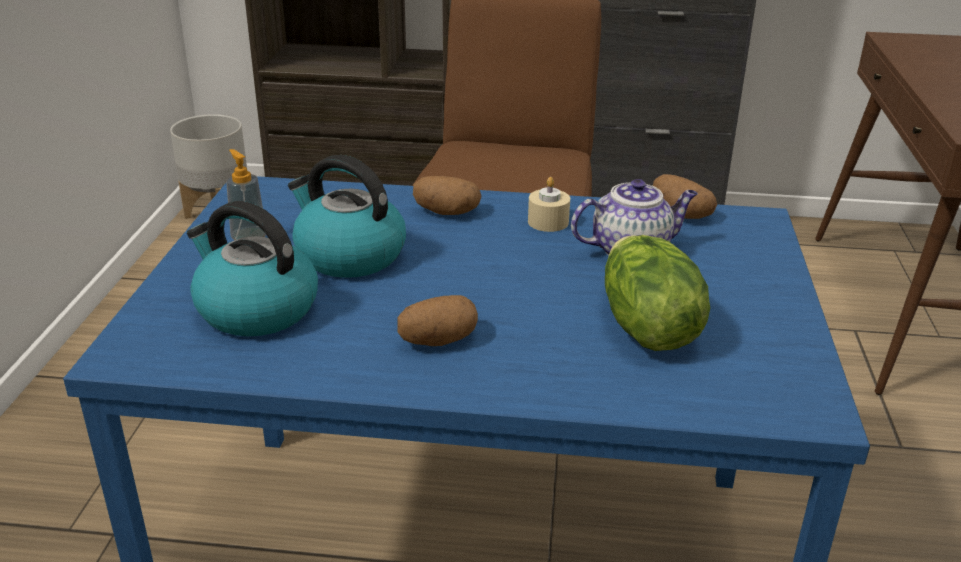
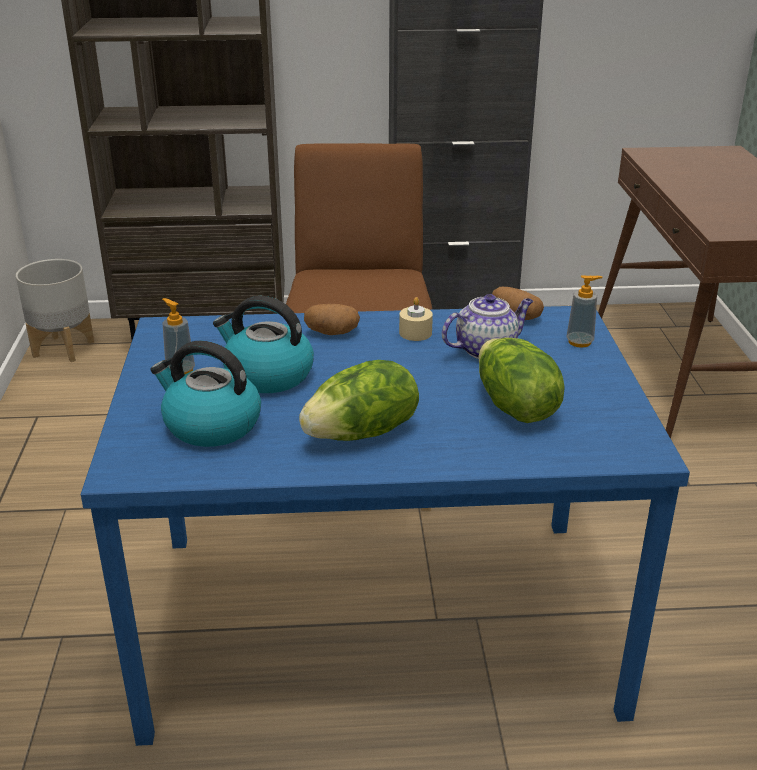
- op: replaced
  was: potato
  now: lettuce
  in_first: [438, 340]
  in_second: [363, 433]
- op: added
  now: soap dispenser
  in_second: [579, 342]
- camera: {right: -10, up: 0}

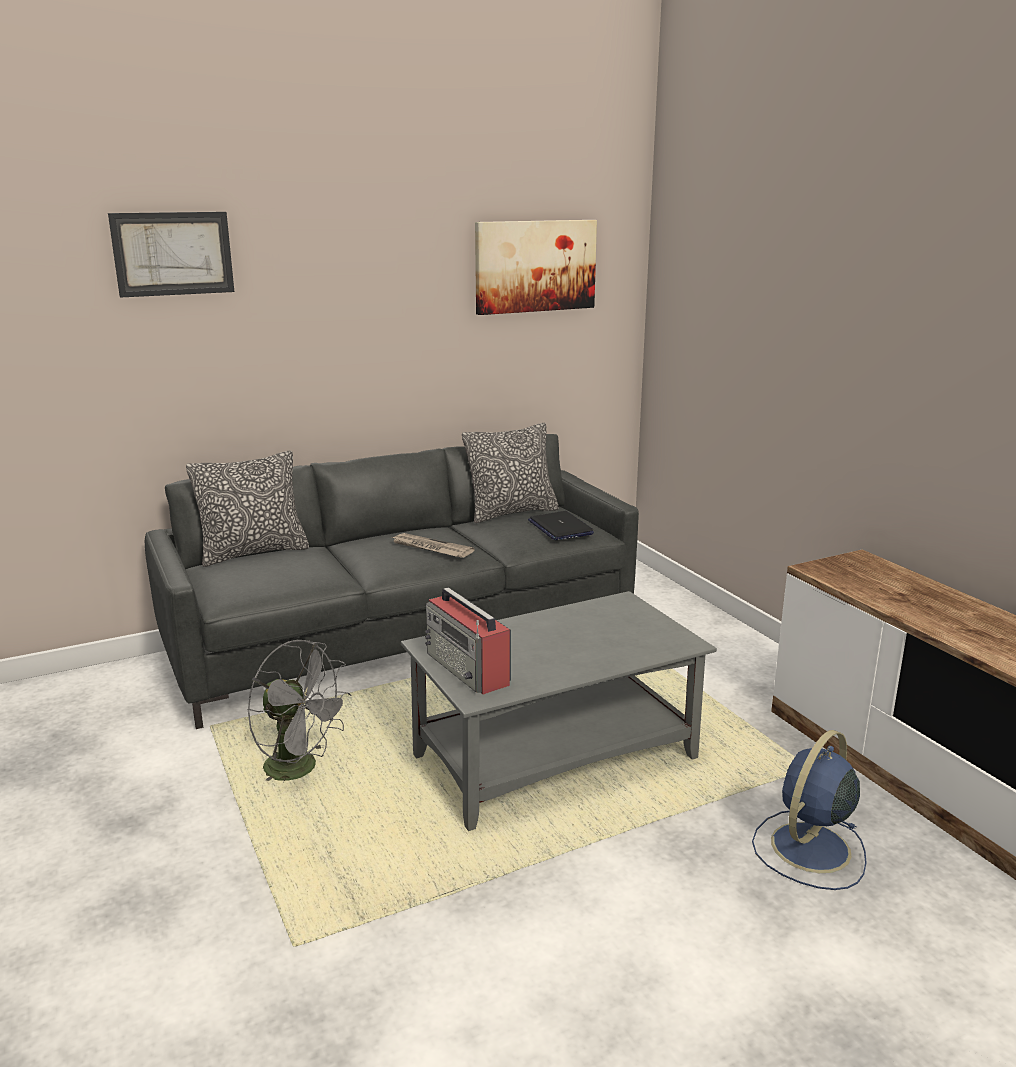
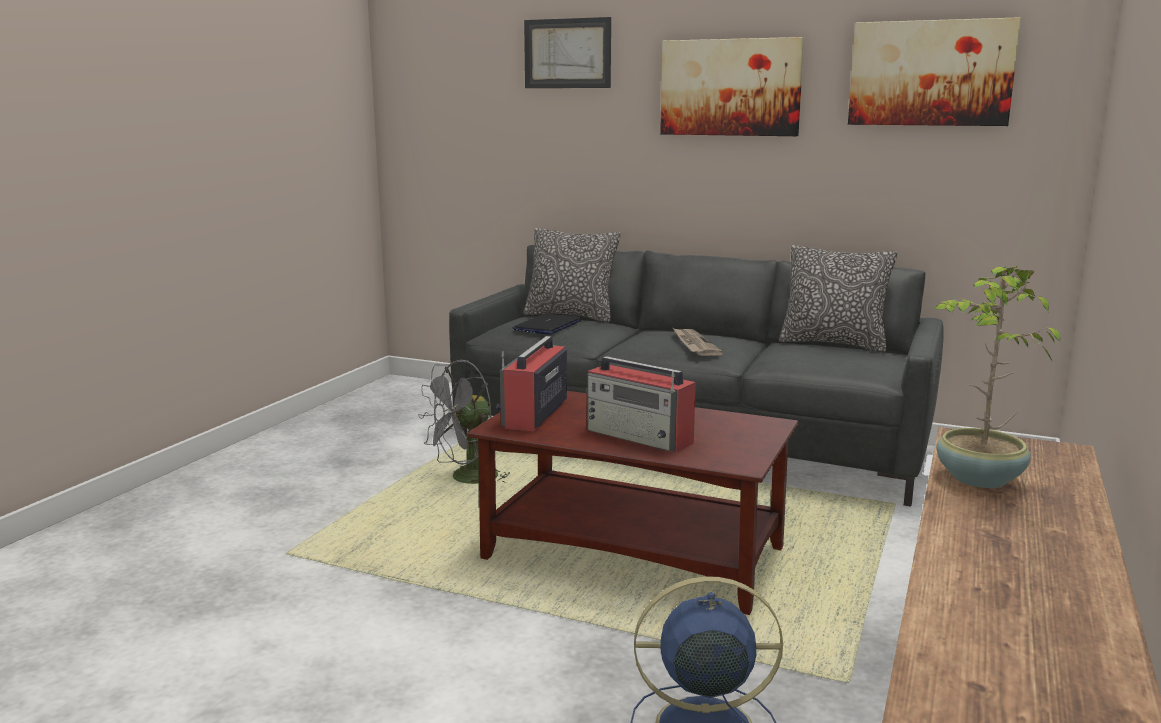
- op: turned
  was: grey fan
  in_first: [301, 769]
  in_second: [467, 480]
  clockwise: 60
- op: recoloured
  was: grey coffee table
  now: brown coffee table
  in_first: [556, 756]
  in_second: [636, 554]
- op: moved
  was: laptop
  in_first: [560, 527]
  in_second: [547, 326]
- op: added
  now: radio
  in_second: [640, 437]
- op: added
  now: picture
  in_second: [730, 87]
- op: added
  now: potted plant
  in_second: [978, 479]
- camera: {right: 50, up: -5}

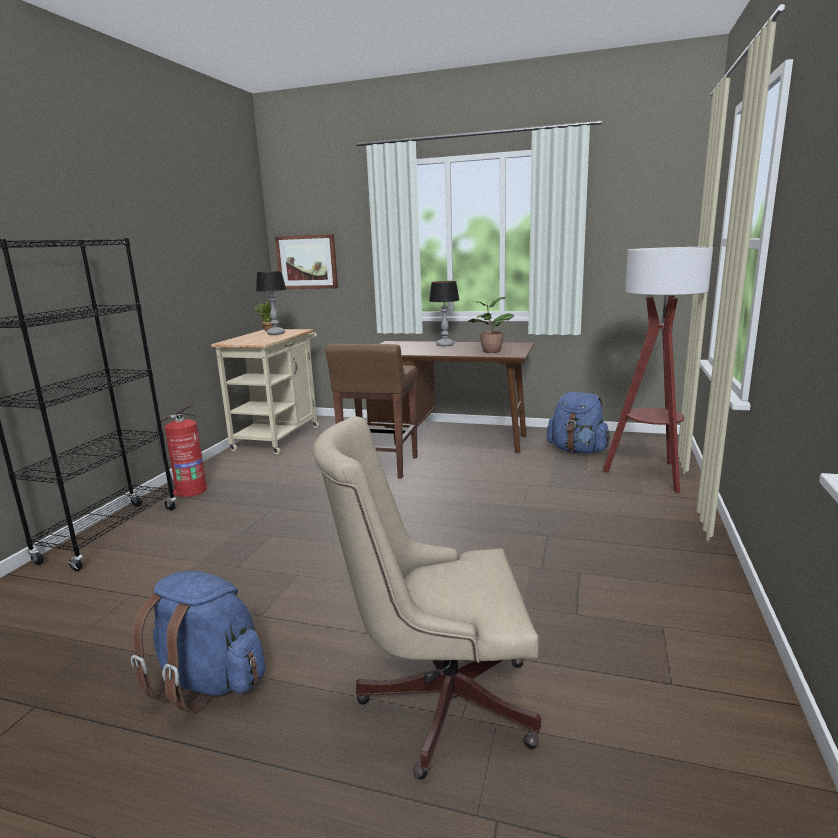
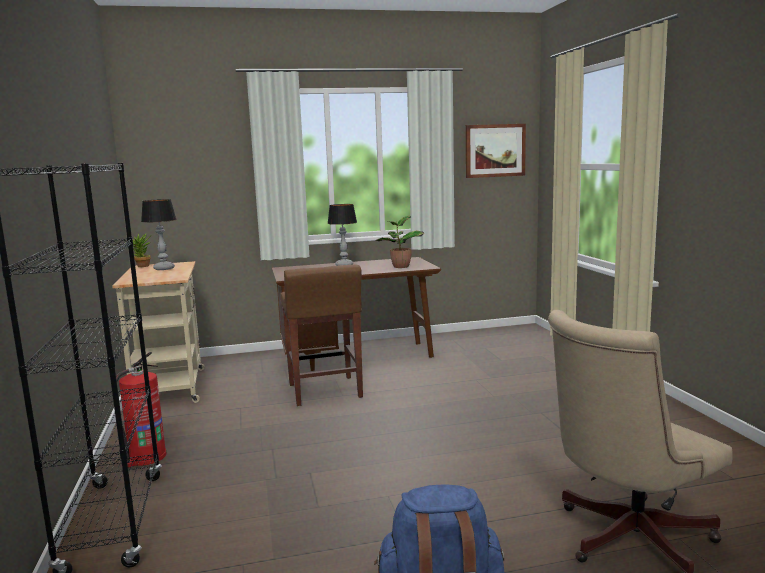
- op: moved
  was: picture
  in_first: [307, 262]
  in_second: [495, 150]
- op: removed
  was: blue backpack
  in_first: [577, 450]
- op: removed
  was: floor lamp
  in_first: [650, 475]
- camera: {right: -30, up: -5}

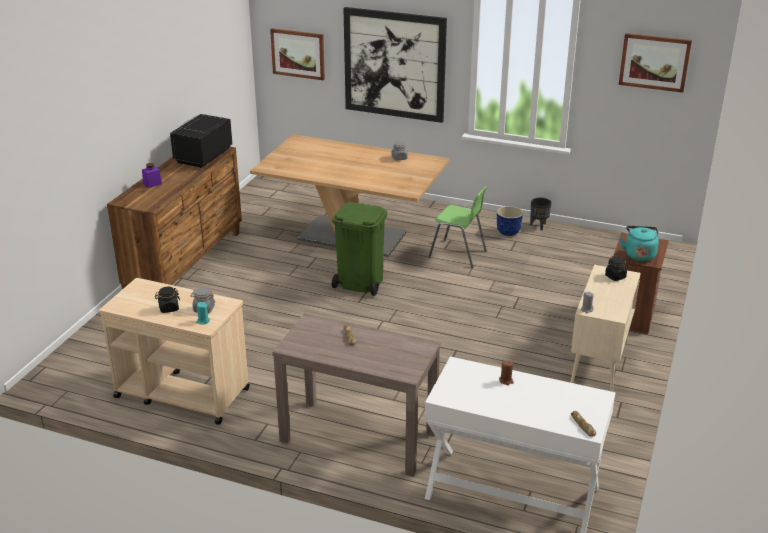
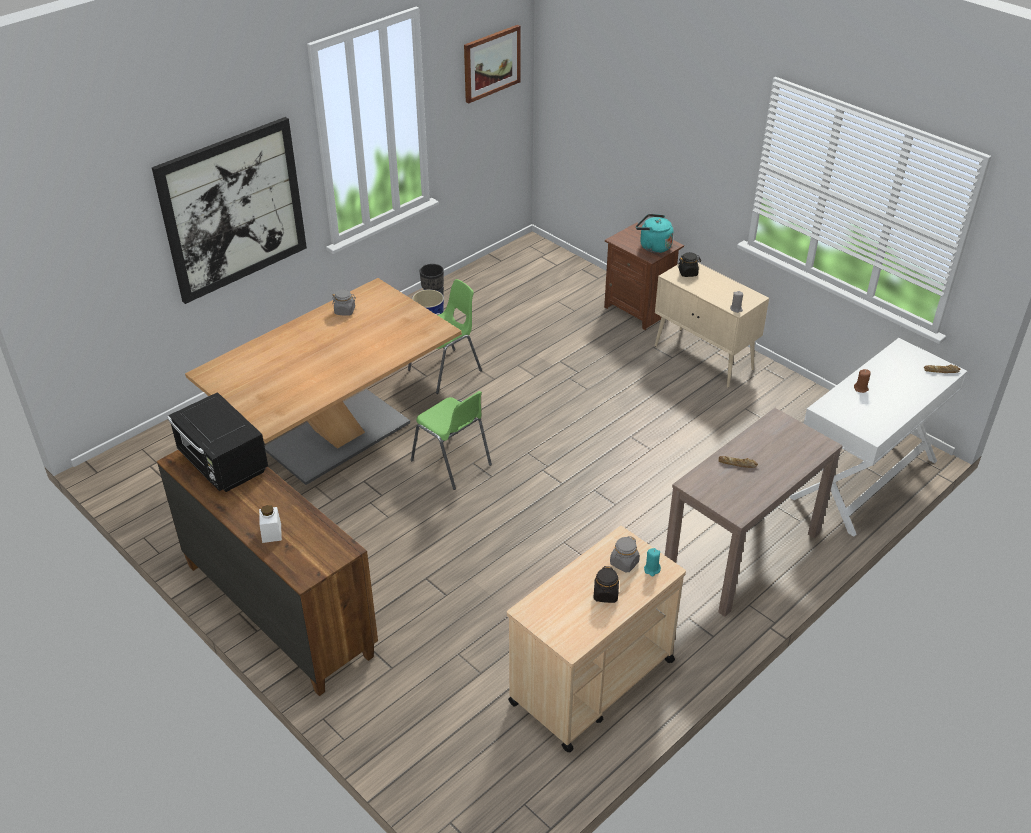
- op: recoloured
  was: purple jar
  now: white jar
  in_first: [152, 184]
  in_second: [271, 533]
- op: replaced
  was: green trash can
  now: green chair
  in_first: [360, 283]
  in_second: [452, 463]
- op: removed
  was: picture
  in_first: [298, 53]
- camera: {right: -65, up: 10}

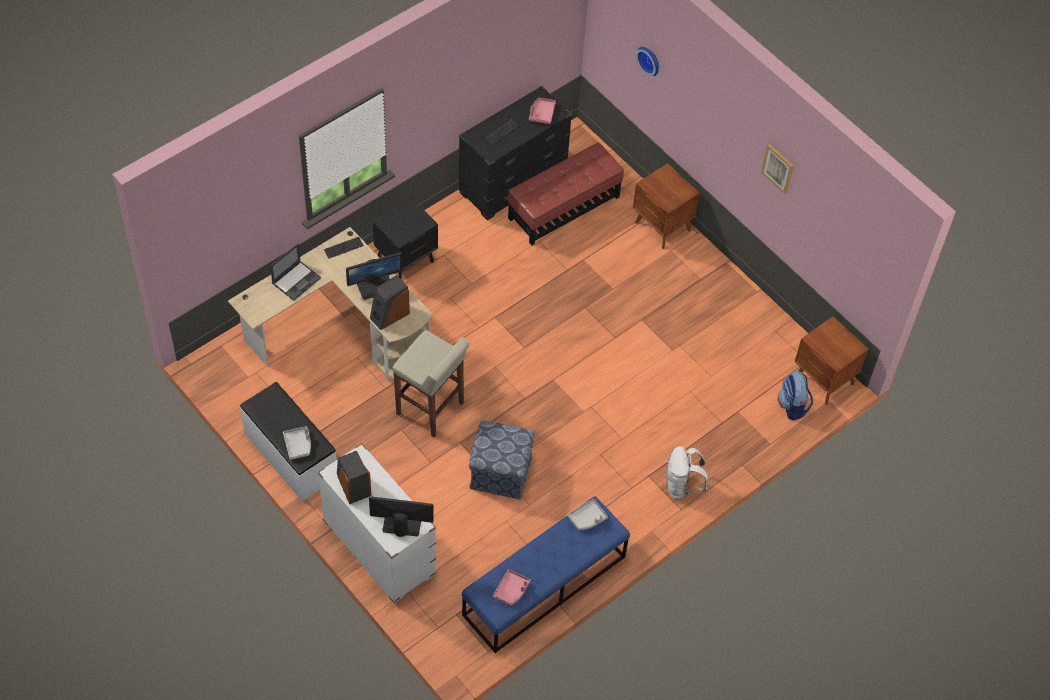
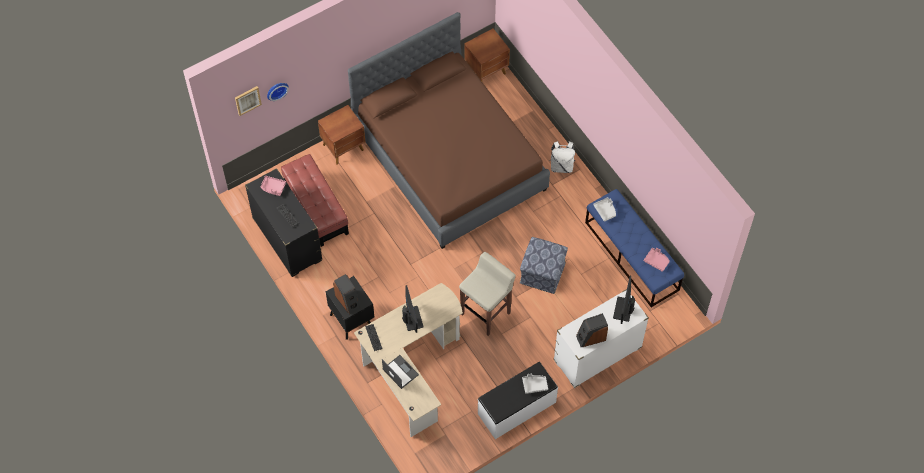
- op: moved
  was: picture
  in_first: [778, 168]
  in_second: [247, 100]
- op: moved
  was: speaker
  in_first: [389, 315]
  in_second: [348, 301]
- op: added
  now: brown bed
  in_second: [449, 158]
- op: removed
  was: backpack
  in_first: [792, 406]
- camera: {right: -80, up: 5}

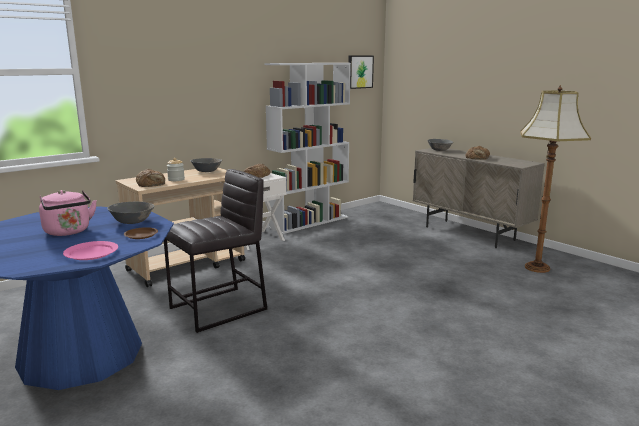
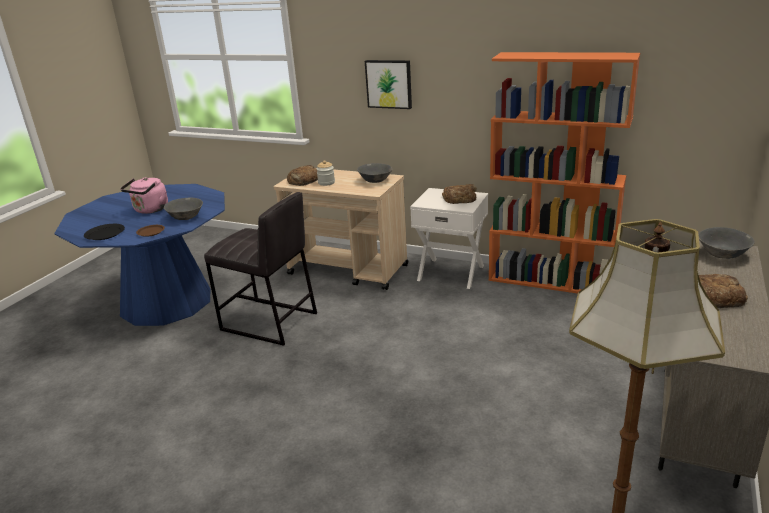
- op: recoloured
  was: pink plate
  now: black plate
  in_first: [91, 253]
  in_second: [105, 233]
- op: moved
  was: picture
  in_first: [359, 72]
  in_second: [389, 84]
- op: recoloured
  was: white bookcase
  now: orange bookcase
  in_first: [309, 222]
  in_second: [551, 281]
- camera: {right: 65, up: 10}

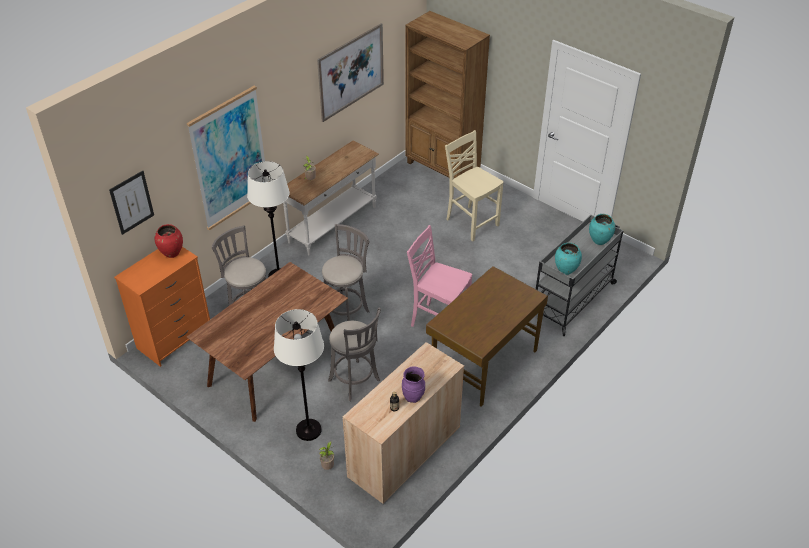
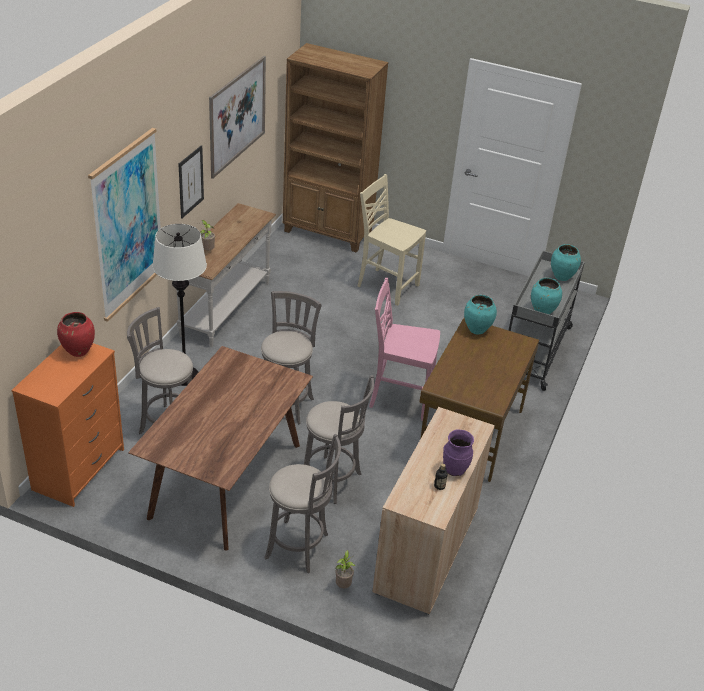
- op: moved
  was: picture
  in_first: [132, 202]
  in_second: [191, 181]
- op: replaced
  was: white floor lamp
  now: grey stool
  in_first: [308, 430]
  in_second: [300, 547]
- op: added
  now: turquoise vase
  in_second: [476, 329]
- camera: {right: -20, up: -5}

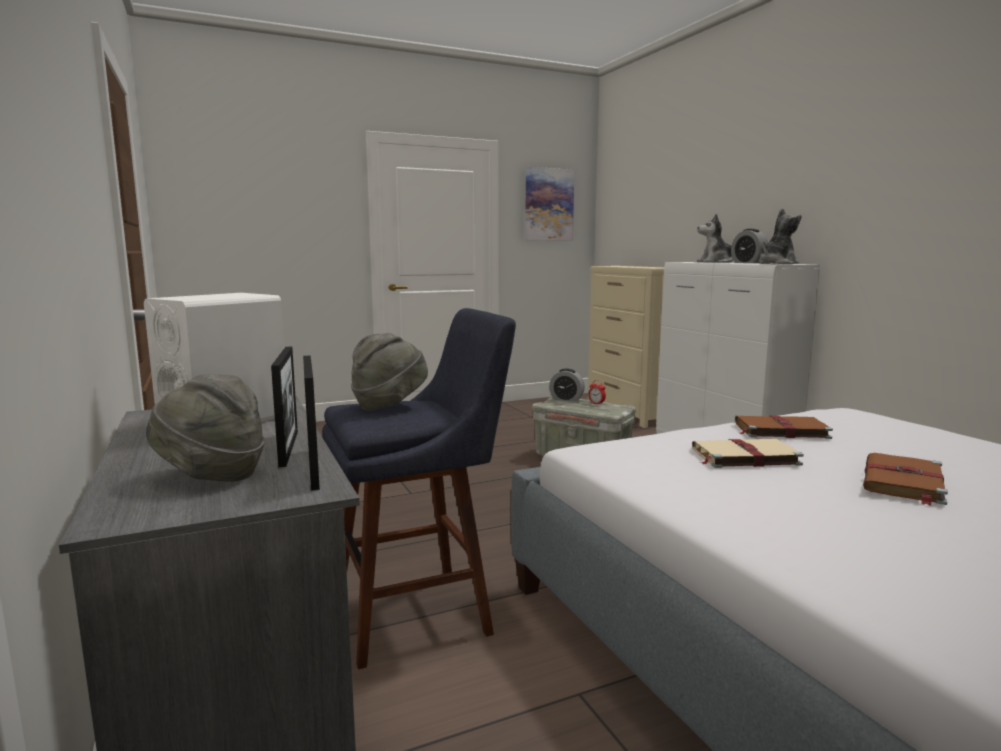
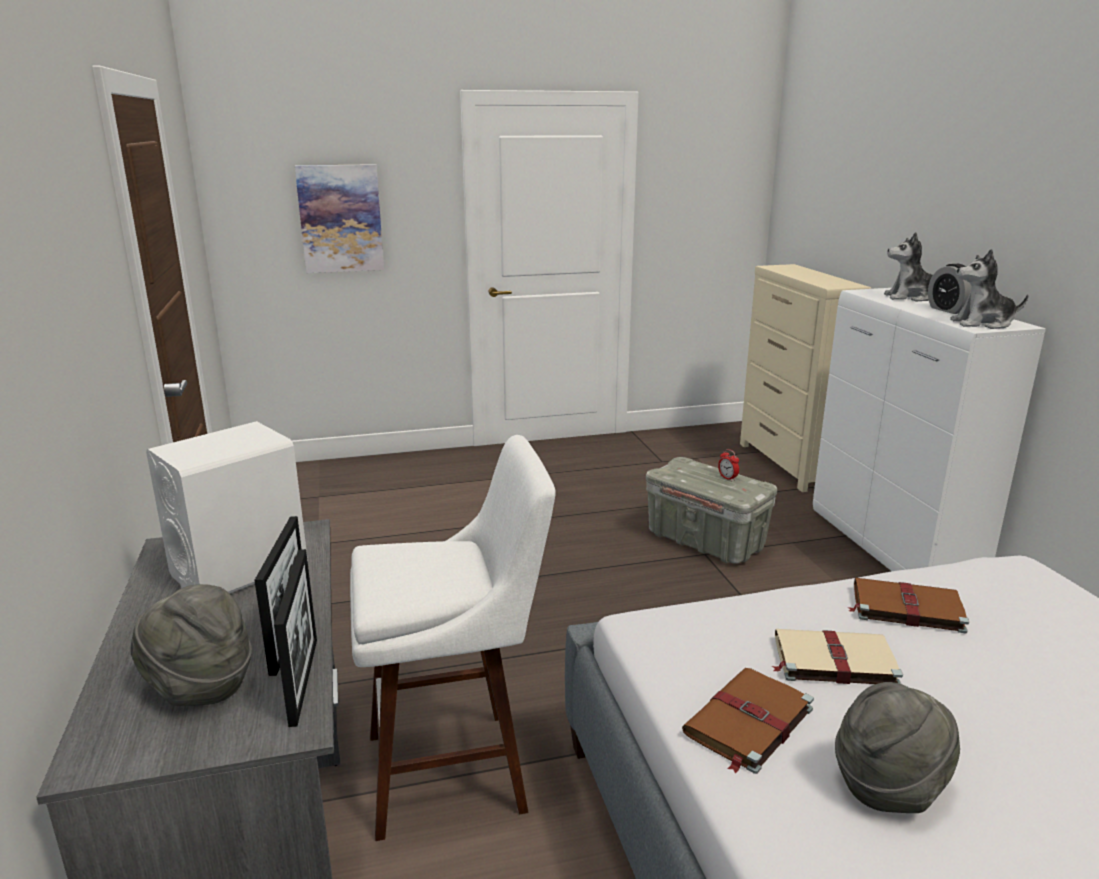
- op: moved
  was: picture
  in_first: [548, 204]
  in_second: [340, 218]
- op: recoloured
  was: blue stool
  now: white stool
  in_first: [421, 612]
  in_second: [458, 769]
- op: moved
  was: brown book
  in_first: [903, 482]
  in_second: [747, 723]
- op: moved
  was: grey hat
  in_first: [390, 406]
  in_second: [889, 784]
- op: turned
  was: plush toy
  in_first: [777, 263]
  in_second: [983, 324]
  clockwise: -150
- op: removed
  was: alarm clock
  in_first: [566, 399]
- camera: {right: 10, up: 10}

